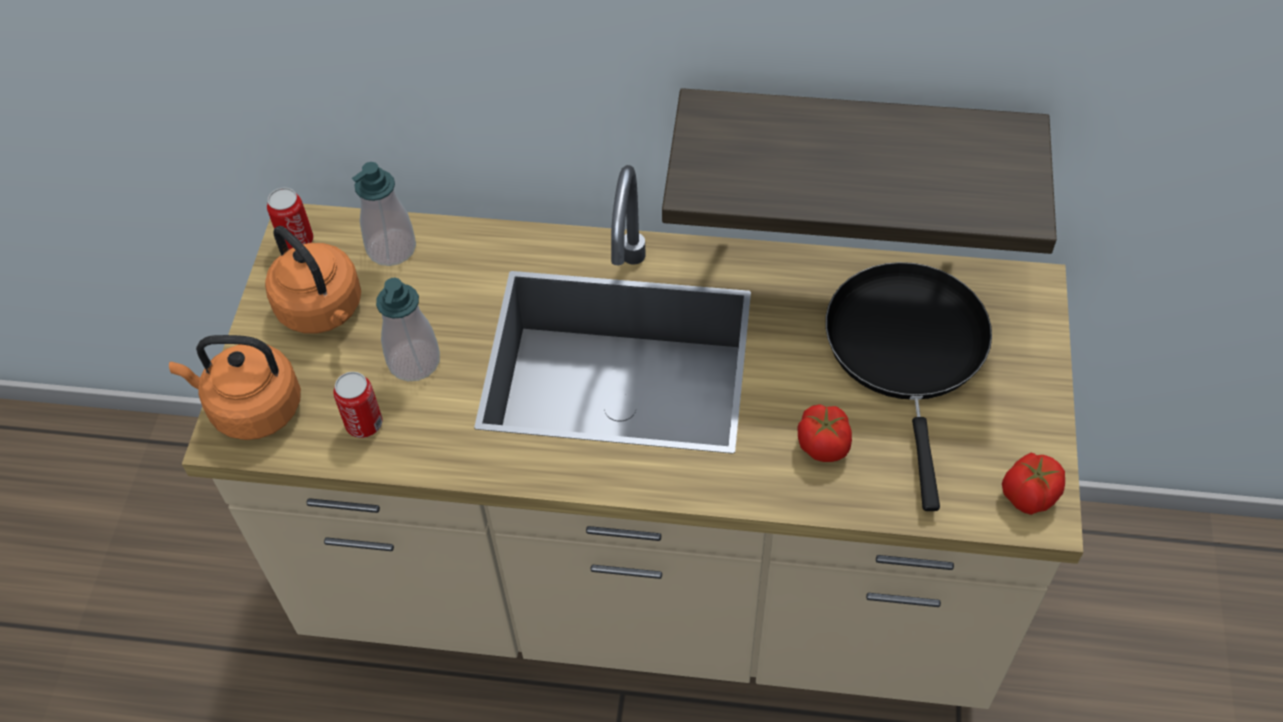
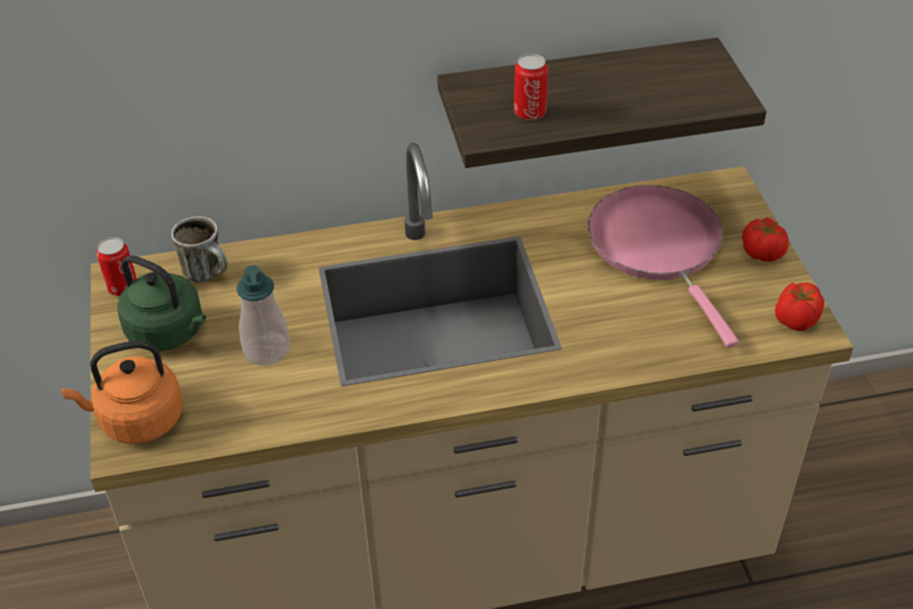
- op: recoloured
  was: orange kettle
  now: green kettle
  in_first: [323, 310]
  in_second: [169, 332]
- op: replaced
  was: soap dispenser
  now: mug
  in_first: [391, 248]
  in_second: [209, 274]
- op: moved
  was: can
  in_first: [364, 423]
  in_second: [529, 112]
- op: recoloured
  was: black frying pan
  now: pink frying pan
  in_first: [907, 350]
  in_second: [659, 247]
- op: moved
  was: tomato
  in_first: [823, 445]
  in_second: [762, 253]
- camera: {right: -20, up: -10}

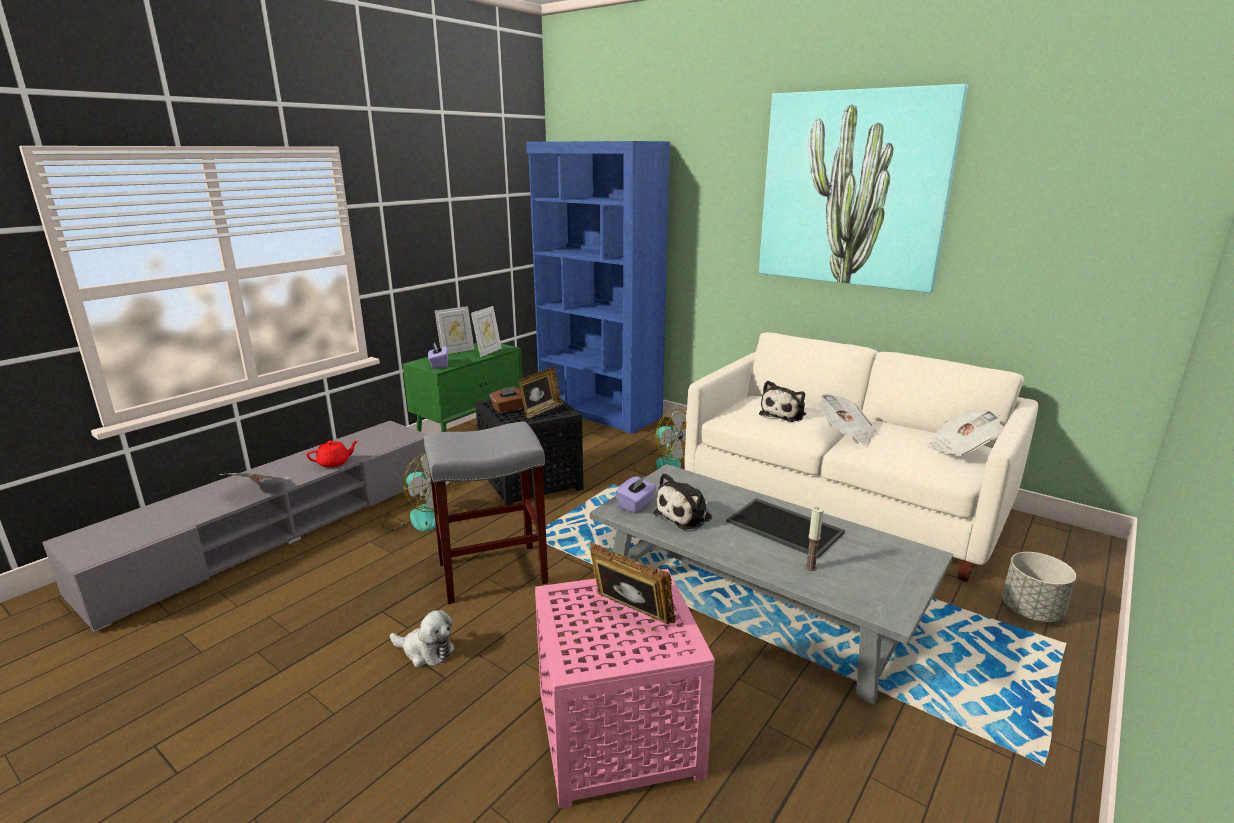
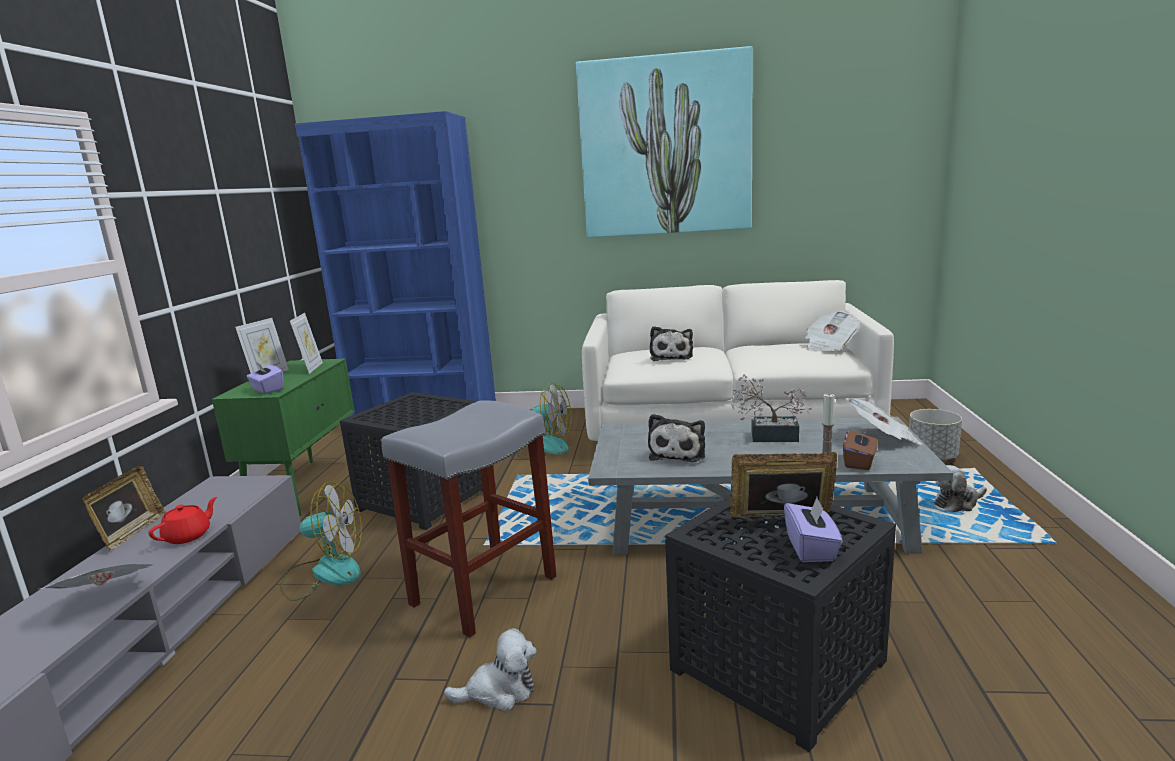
- op: moved
  was: picture frame
  in_first: [540, 410]
  in_second: [131, 533]
- op: recoloured
  was: pink side table
  now: black side table
  in_first: [616, 736]
  in_second: [778, 668]
- op: replaced
  was: tray
  now: potted plant
  in_first: [786, 527]
  in_second: [768, 436]
- op: moved
  was: purple tissue box
  in_first: [636, 505]
  in_second: [811, 548]
- op: moved
  was: brown tissue box
  in_first: [508, 409]
  in_second: [859, 462]
- op: moved
  was: newspaper
  in_first: [846, 433]
  in_second: [883, 438]
- op: added
  now: plush toy
  in_second: [957, 503]
- camera: {right: -30, up: -5}

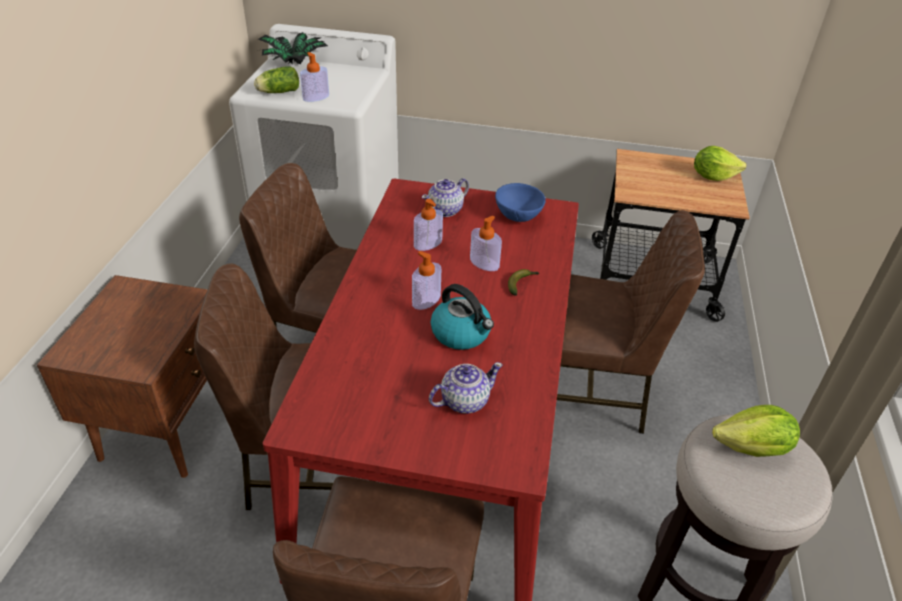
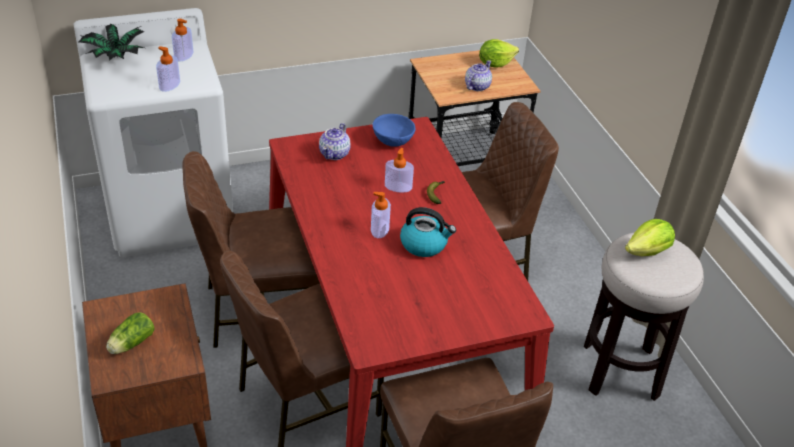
- op: moved
  was: lettuce
  in_first: [277, 92]
  in_second: [130, 344]
- op: moved
  was: soap dispenser
  in_first: [428, 243]
  in_second: [183, 55]
- op: moved
  was: teapot
  in_first: [464, 401]
  in_second: [476, 86]
- camera: {right: -30, up: 0}

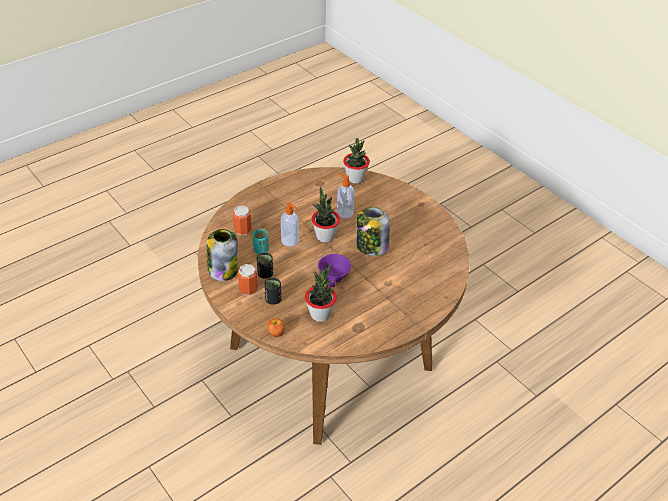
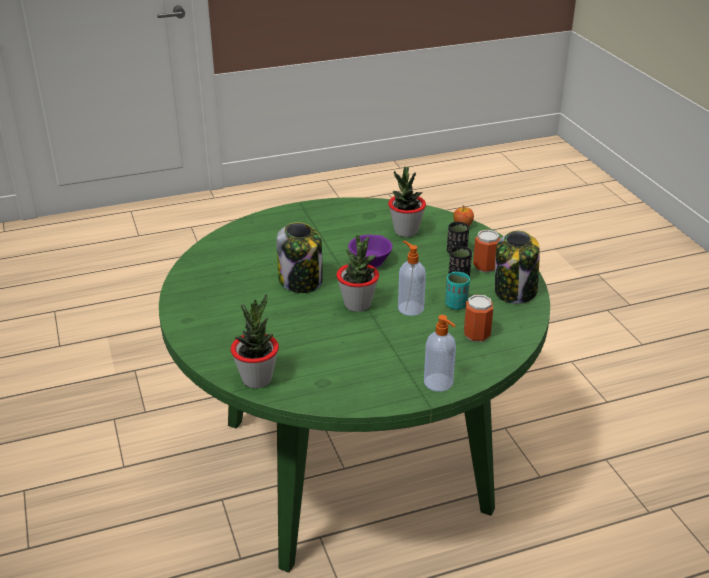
- op: recoloured
  was: brown dining table
  now: green dining table
  in_first: [330, 357]
  in_second: [354, 464]
- op: moved
  was: soap dispenser
  in_first: [344, 212]
  in_second: [439, 383]
- camera: {right: -160, up: -10}

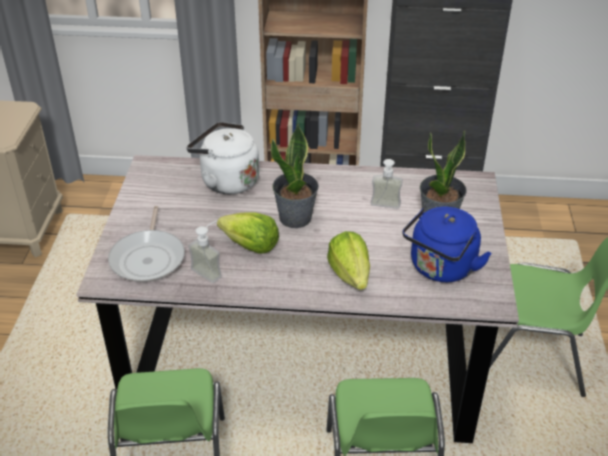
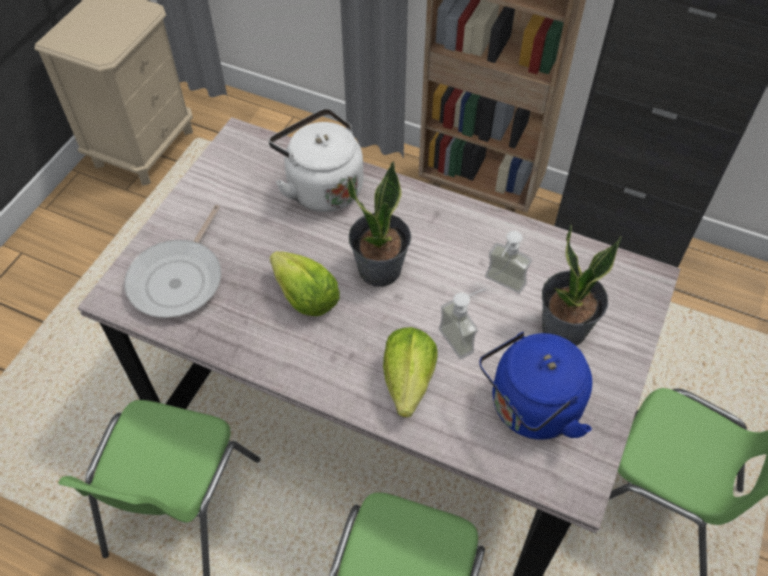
- op: moved
  was: soap dispenser
  in_first: [211, 270]
  in_second: [463, 337]
- camera: {right: 20, up: 15}

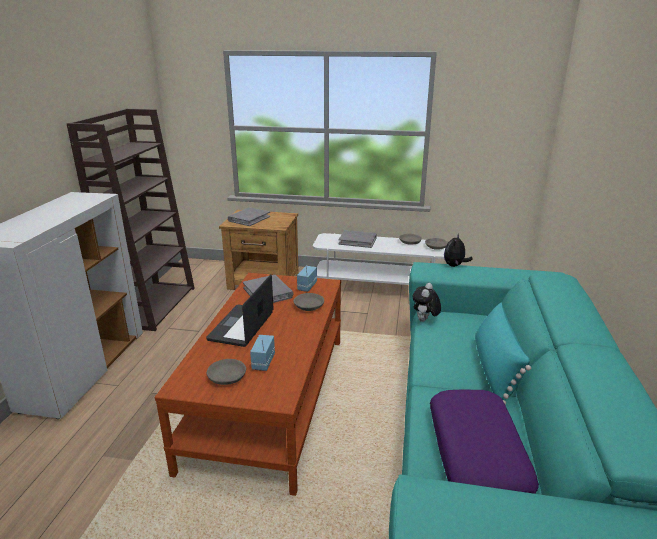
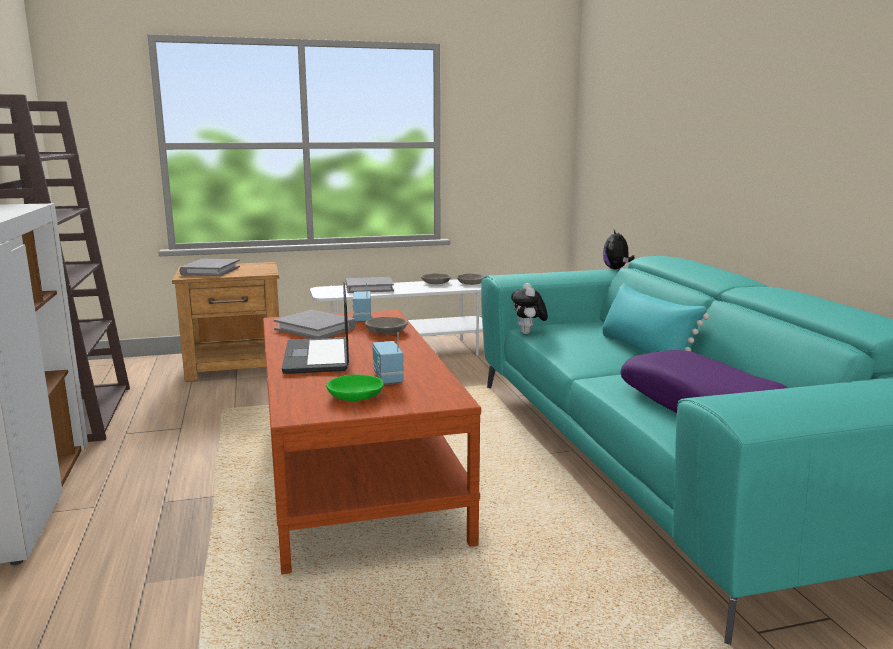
- op: recoloured
  was: grey bowl
  now: green bowl
  in_first: [227, 377]
  in_second: [356, 396]
- op: moved
  was: plush toy
  in_first: [454, 266]
  in_second: [616, 269]
- camera: {right: -25, up: -10}

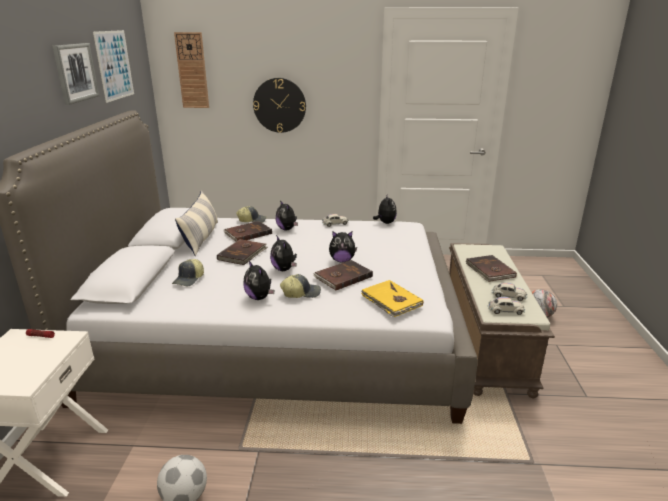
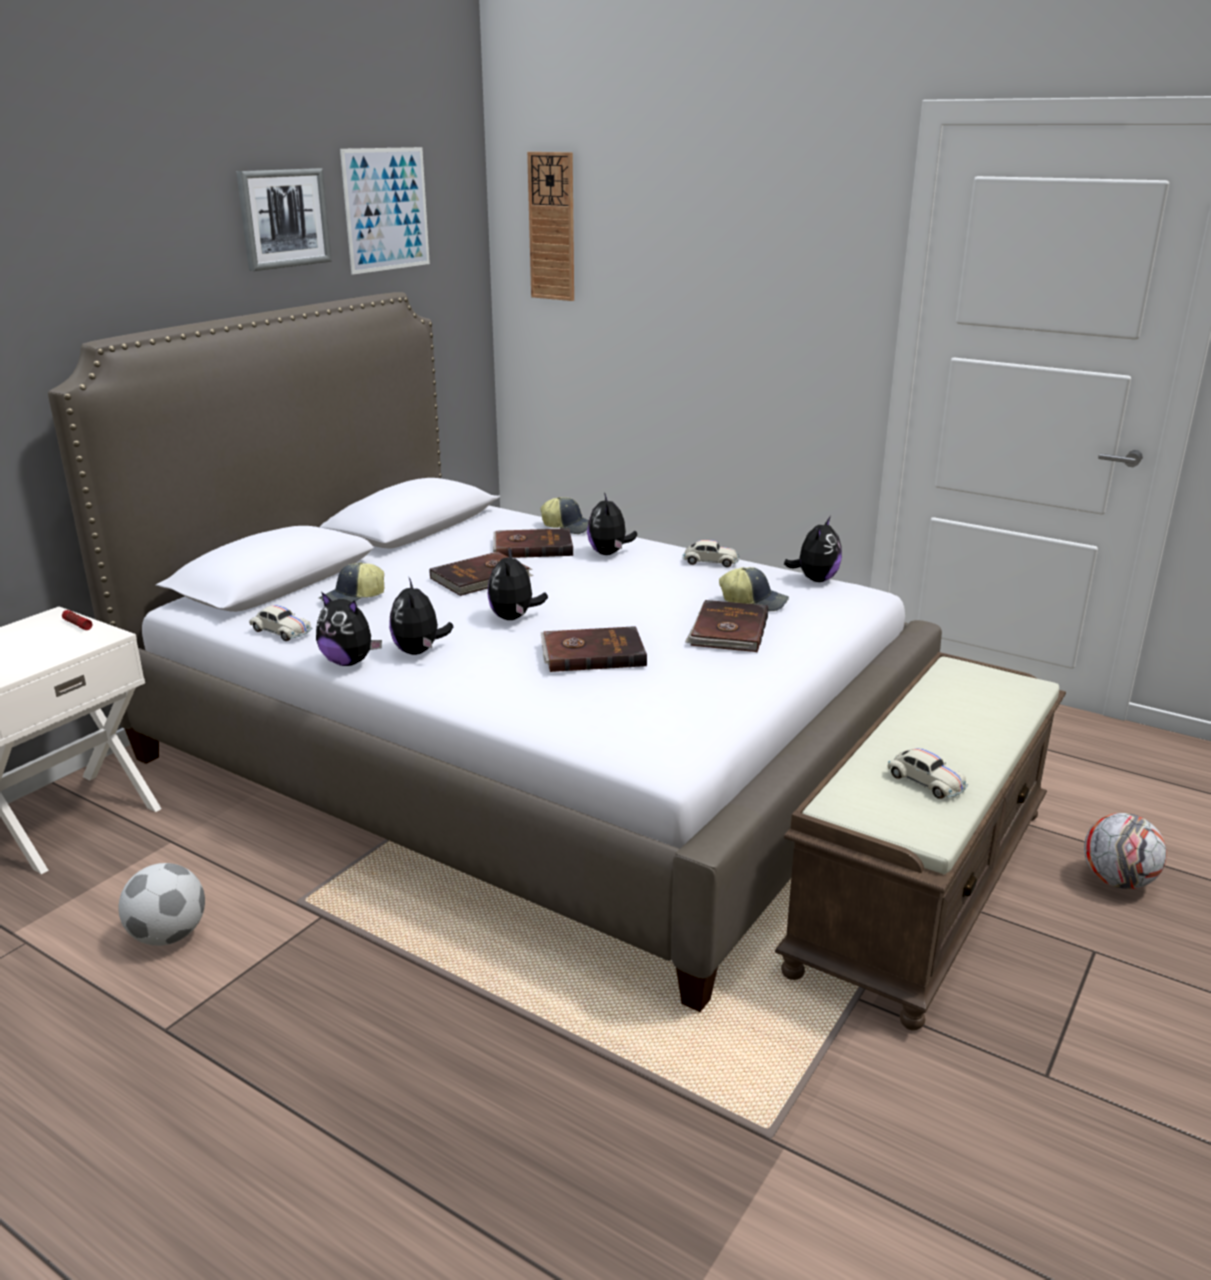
- op: moved
  was: white toy car
  in_first: [505, 310]
  in_second: [281, 631]
- op: moved
  was: plush toy
  in_first: [342, 260]
  in_second: [349, 662]
- op: moved
  was: brown book
  in_first: [489, 270]
  in_second: [727, 631]
- op: moved
  was: cap
  in_first: [301, 293]
  in_second: [754, 602]
- op: removed
  was: pillow
  in_first: [201, 238]
- op: removed
  was: wall clock
  in_first: [279, 105]
- op: removed
  was: yellow book
  in_first: [391, 301]
- camera: {right: 30, up: 0}

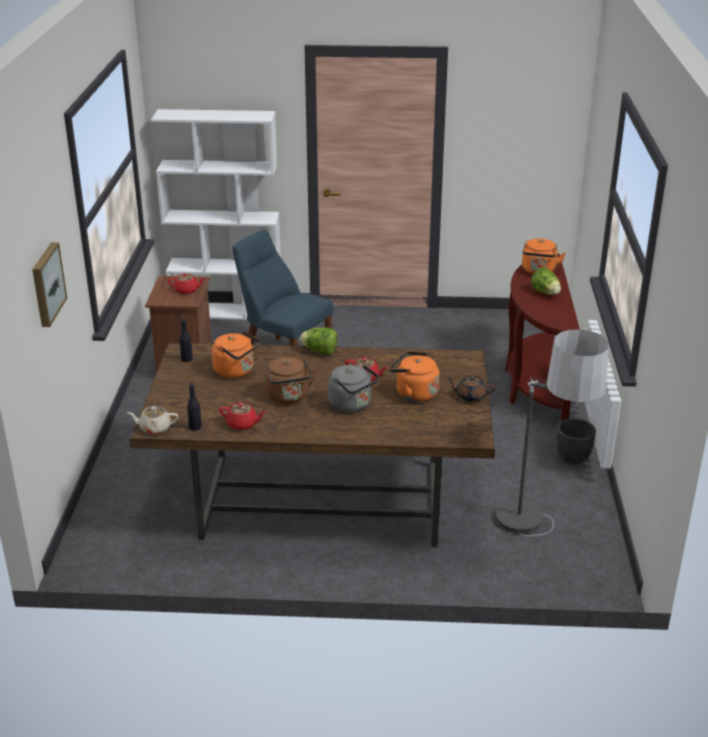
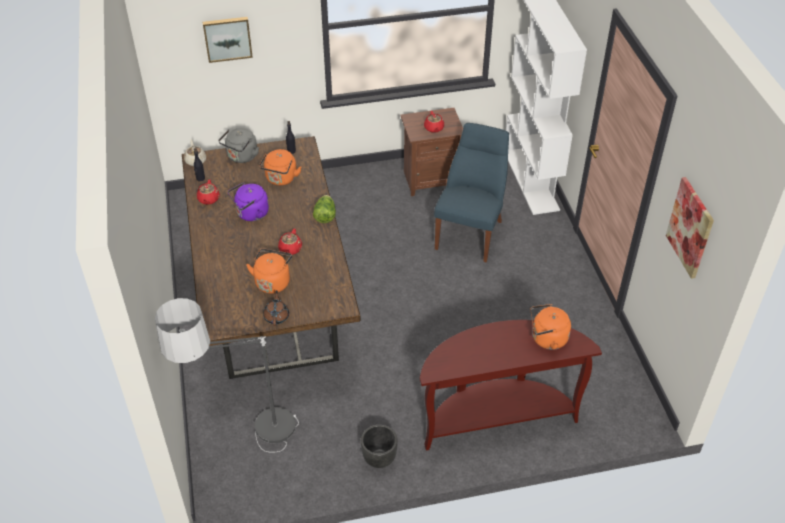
- op: moved
  was: grey kettle
  in_first: [352, 405]
  in_second: [241, 157]
- op: recoloured
  was: brown kettle
  now: purple kettle
  in_first: [289, 397]
  in_second: [250, 214]
- op: added
  now: picture
  in_second: [690, 227]
- op: removed
  was: lettuce
  in_first: [546, 293]
- camera: {right: 75, up: 15}

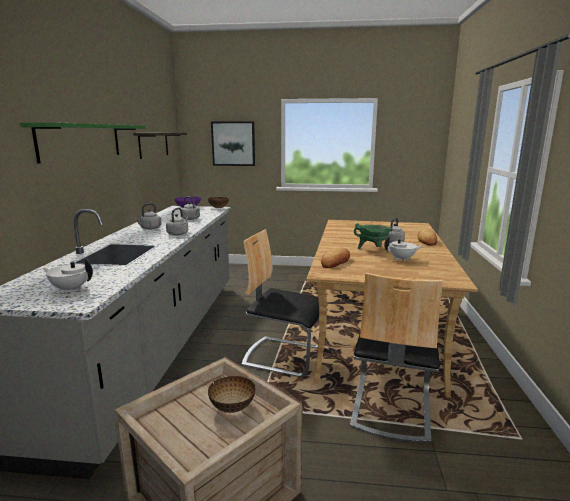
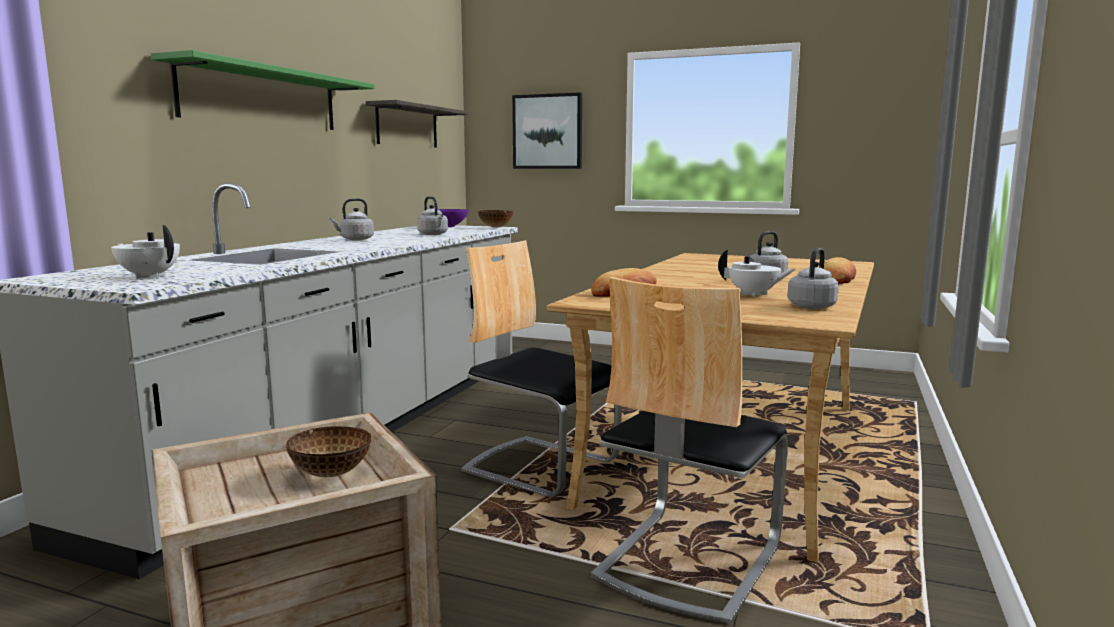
- op: moved
  was: grey kettle
  in_first: [178, 234]
  in_second: [812, 306]
- op: removed
  was: green cooking pot
  in_first: [372, 249]
- camera: {right: 15, up: -5}

